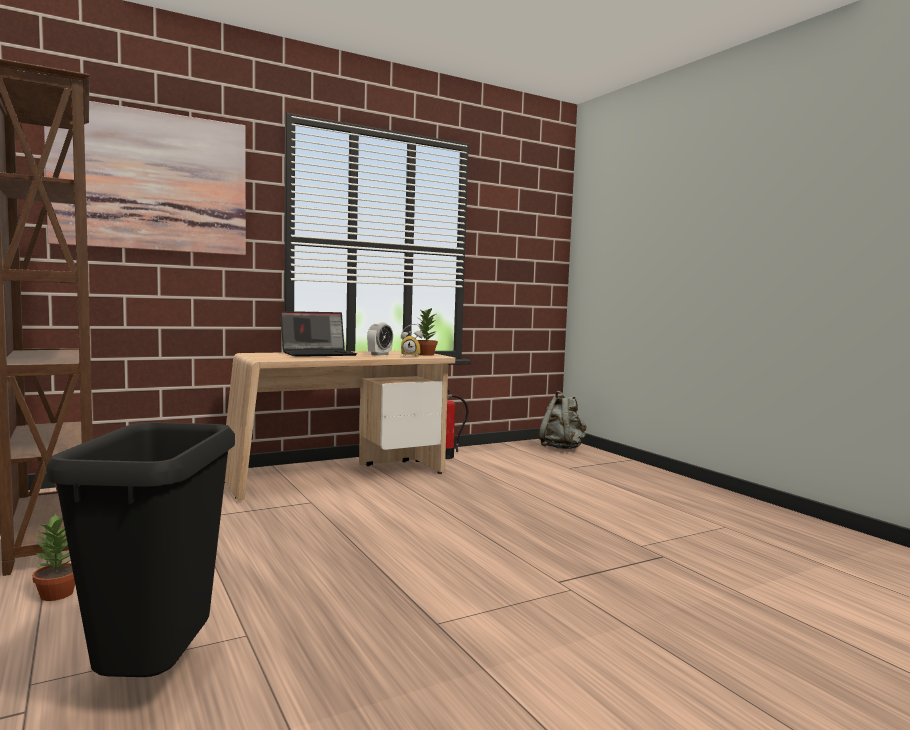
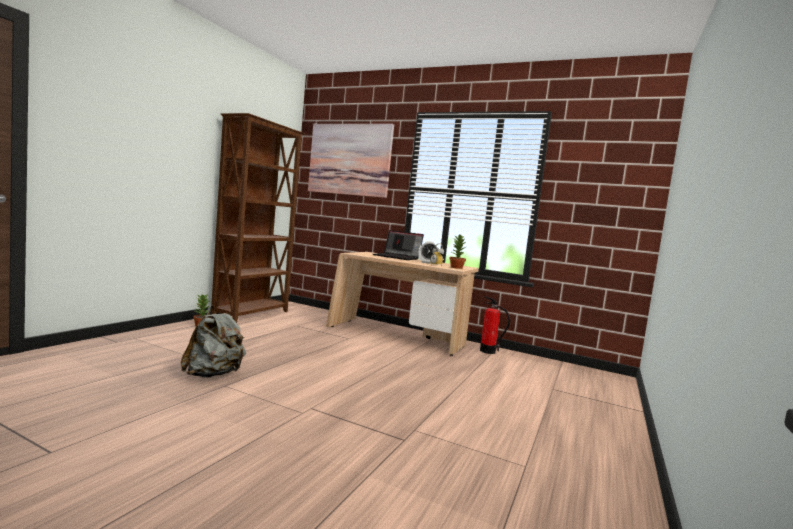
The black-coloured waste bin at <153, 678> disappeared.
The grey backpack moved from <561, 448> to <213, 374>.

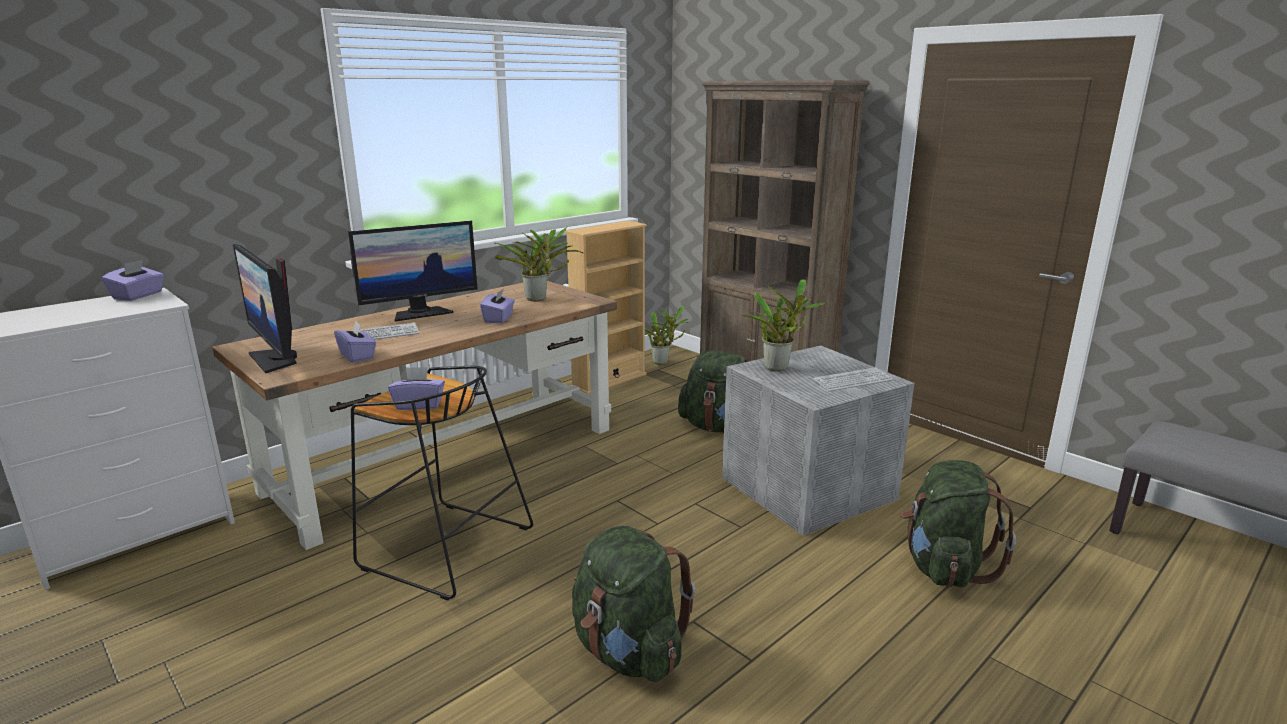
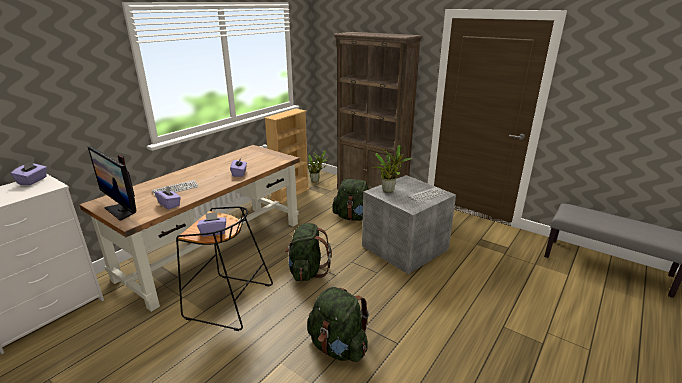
The computer display at <420, 313> disappeared.
The potted plant at <539, 299> disappeared.
The greenish backpack moved from <944, 567> to <307, 271>.

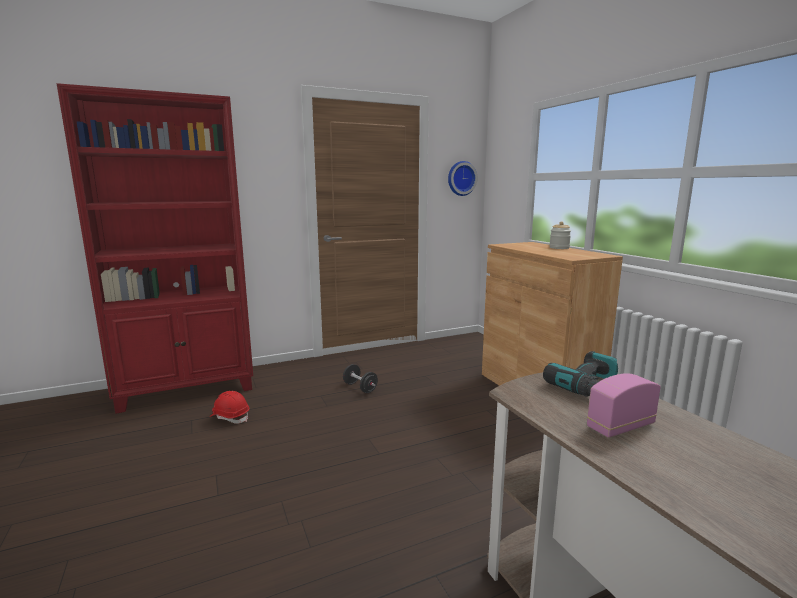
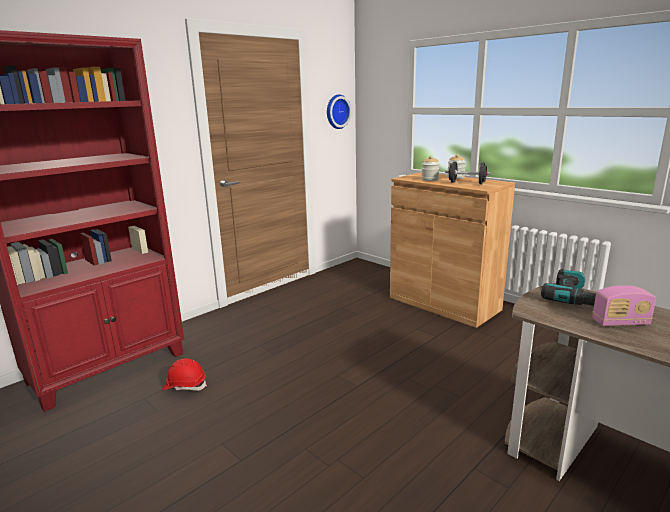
The black-coloured free weight moved from <360, 388> to <467, 183>.
The radio receiver at <620, 426> turned 135 degrees counterclockwise.
The storage jar at <429, 179> appeared.

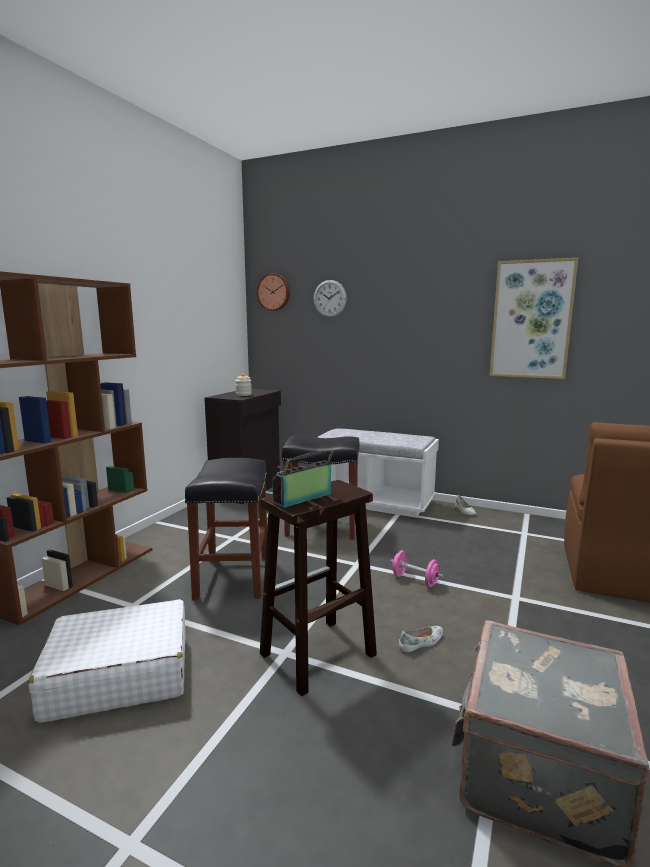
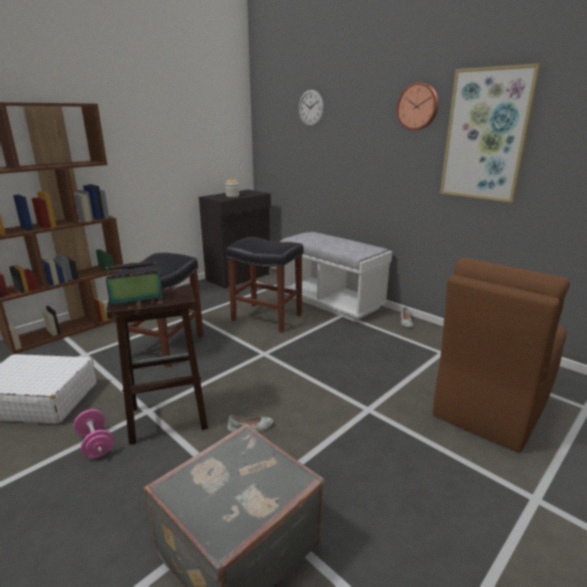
The wall clock moved from <274, 292> to <418, 106>.
The pinkish free weight moved from <415, 580> to <96, 444>.

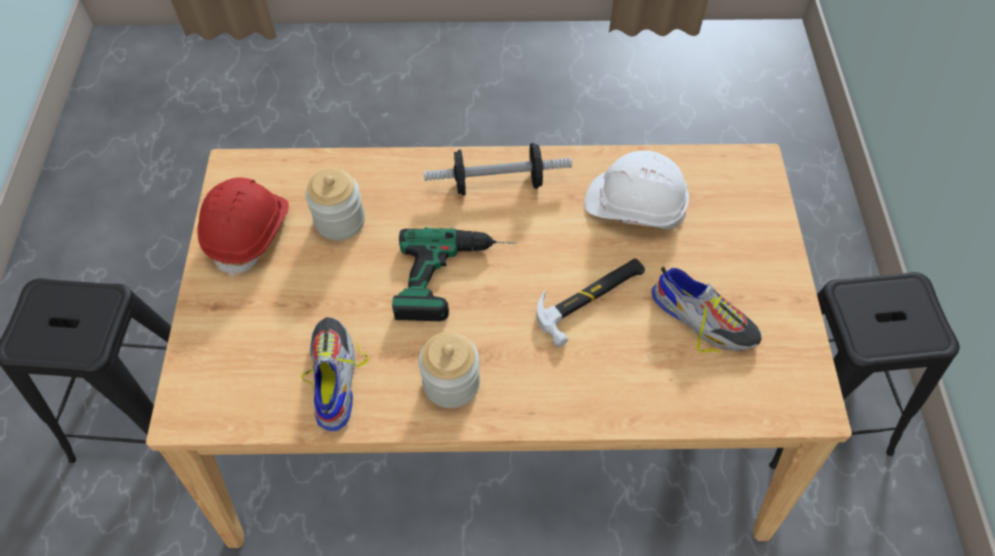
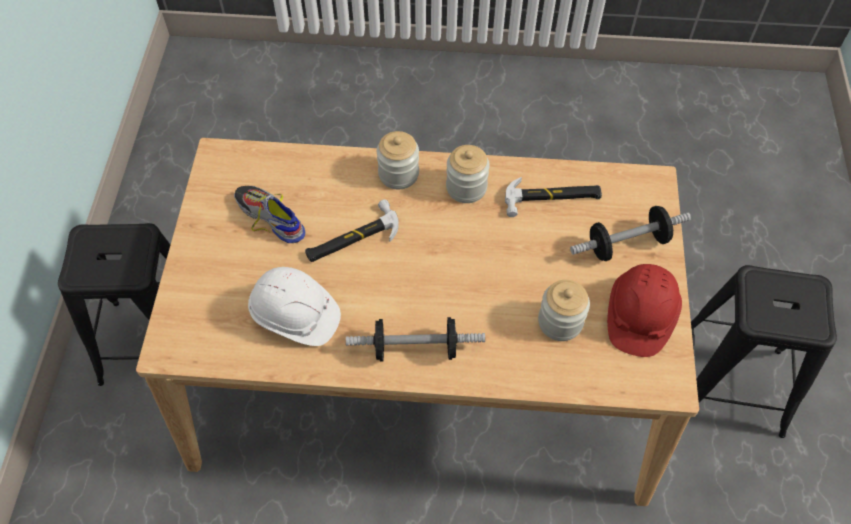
The low shoe at <333, 375> was replaced by the hammer at <552, 198>.
The drill at <455, 278> disappeared.
The storage jar at <398, 174> appeared.
The free weight at <627, 244> appeared.

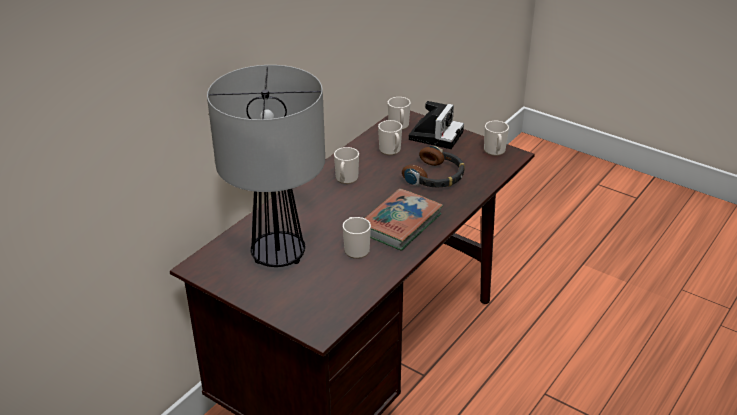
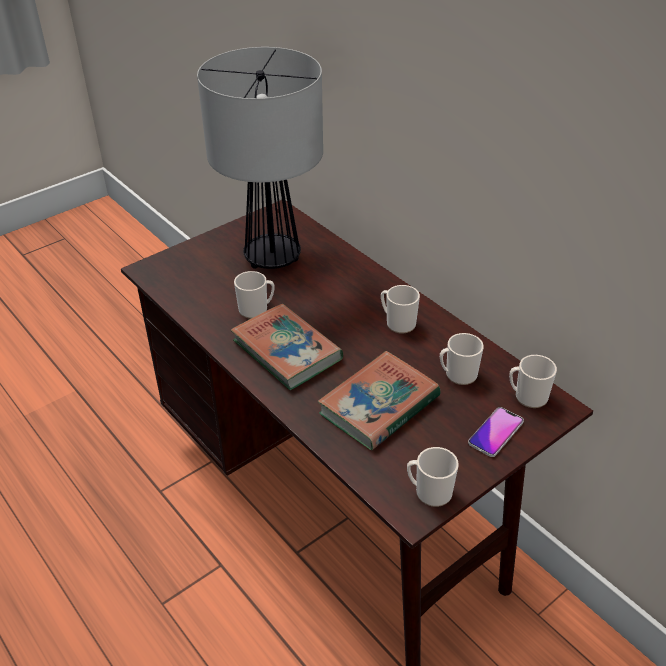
The headset at <435, 176> was replaced by the volume at <379, 405>.
The still camera at <436, 134> was replaced by the handset at <496, 432>.

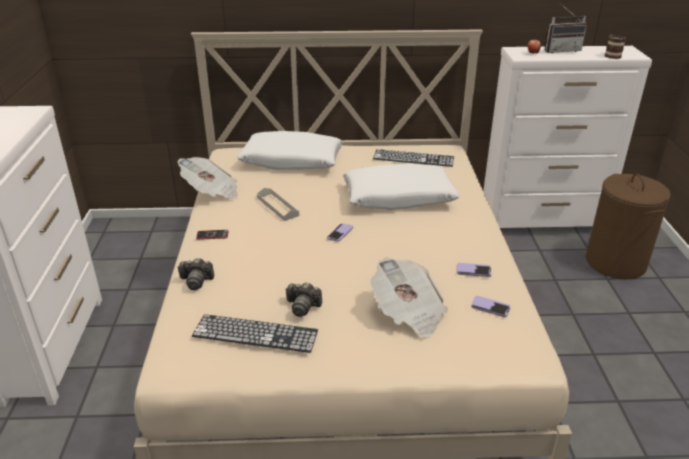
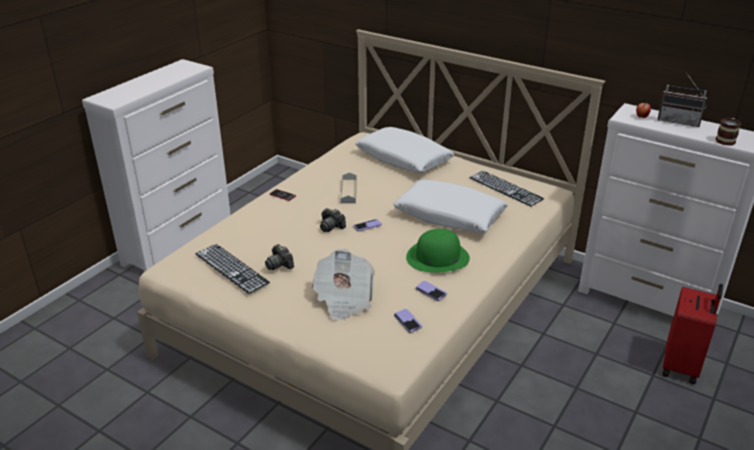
The still camera moved from <196, 281> to <331, 226>.
The newspaper at <212, 192> disappeared.
The brown-coloured washing basket at <615, 263> was replaced by the reddish travel case at <682, 366>.
The greenish hat at <437, 257> appeared.

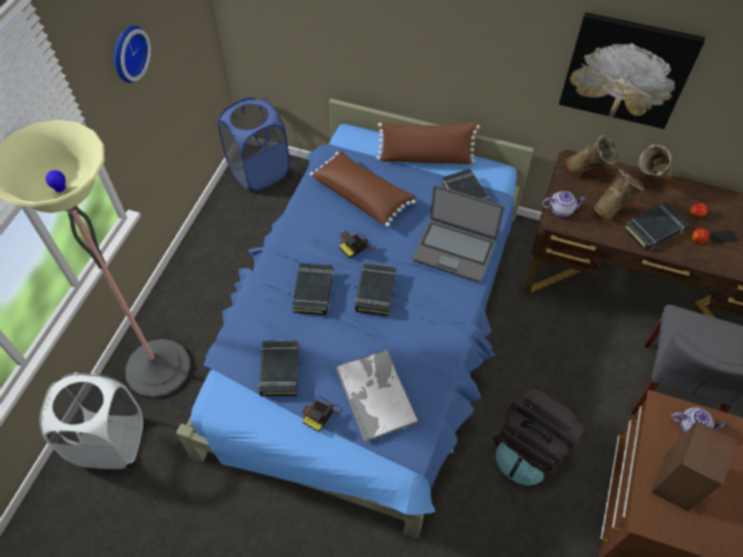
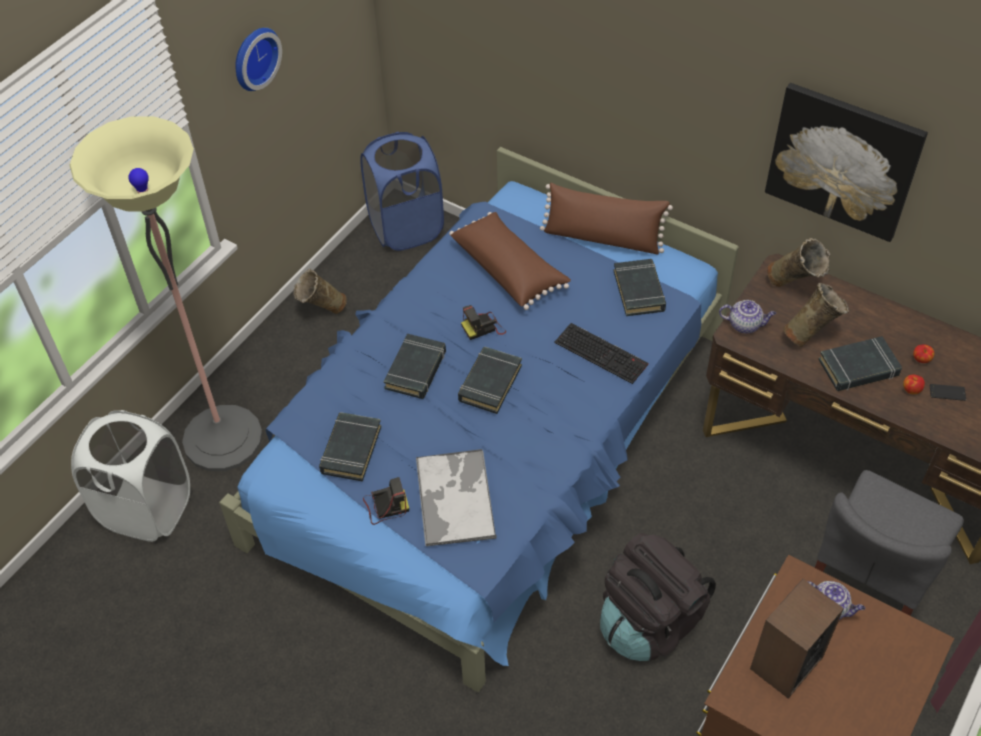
The still camera at <321, 414> turned 150 degrees counterclockwise.
The laptop at <454, 250> was replaced by the computer keyboard at <602, 353>.
The beige vase moved from <649, 183> to <322, 312>.

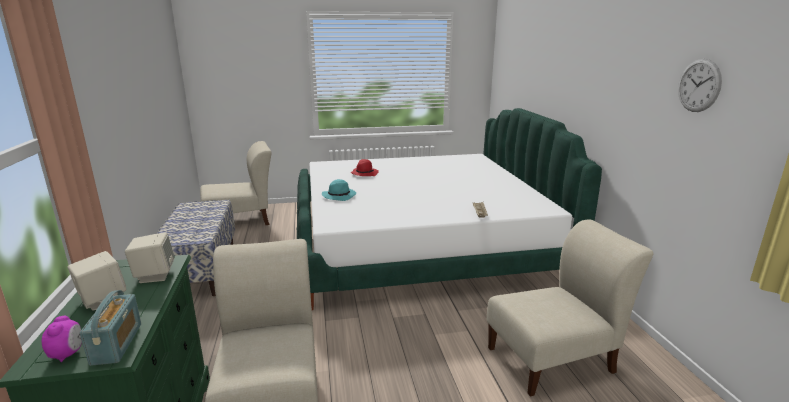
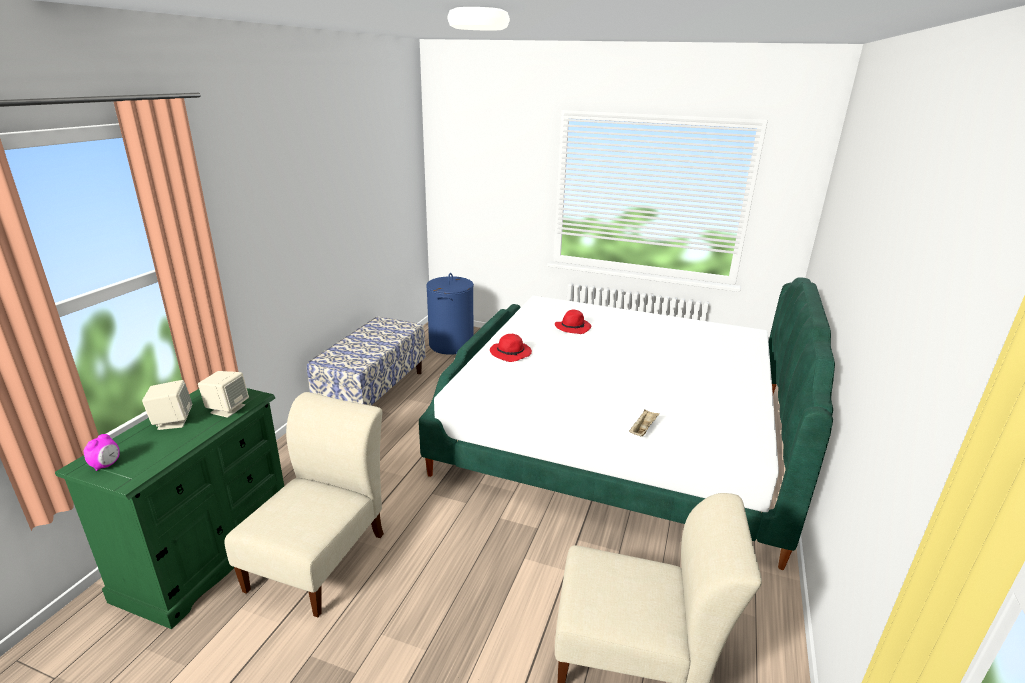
The radio receiver at <117, 344> disappeared.
The beige chair at <241, 221> was replaced by the blue washing basket at <451, 345>.
The turquoise-coloured hat at <339, 196> became the reddish hat at <511, 353>.
The wall clock at <699, 85> disappeared.

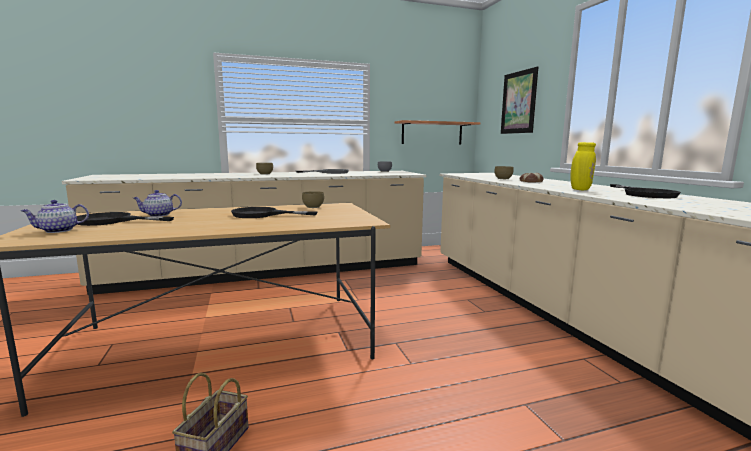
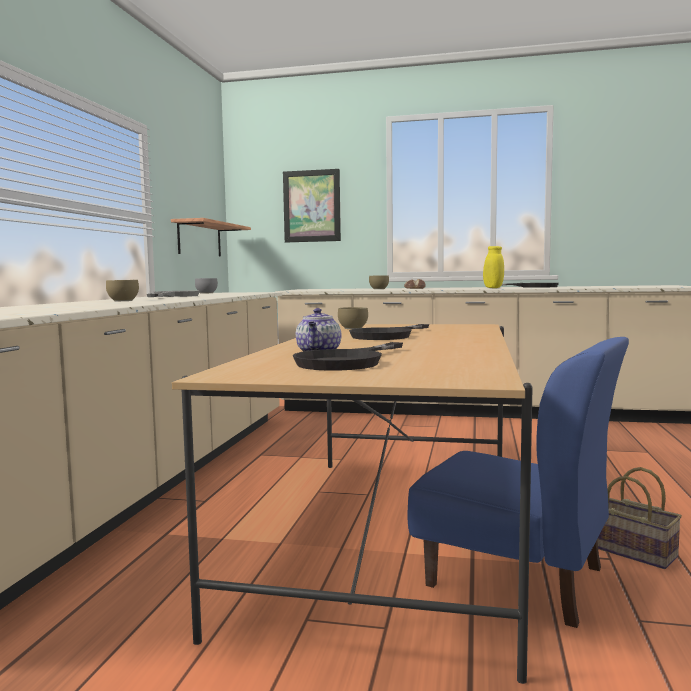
The pot for tea at <57, 231> disappeared.
The blue chair at <516, 577> appeared.

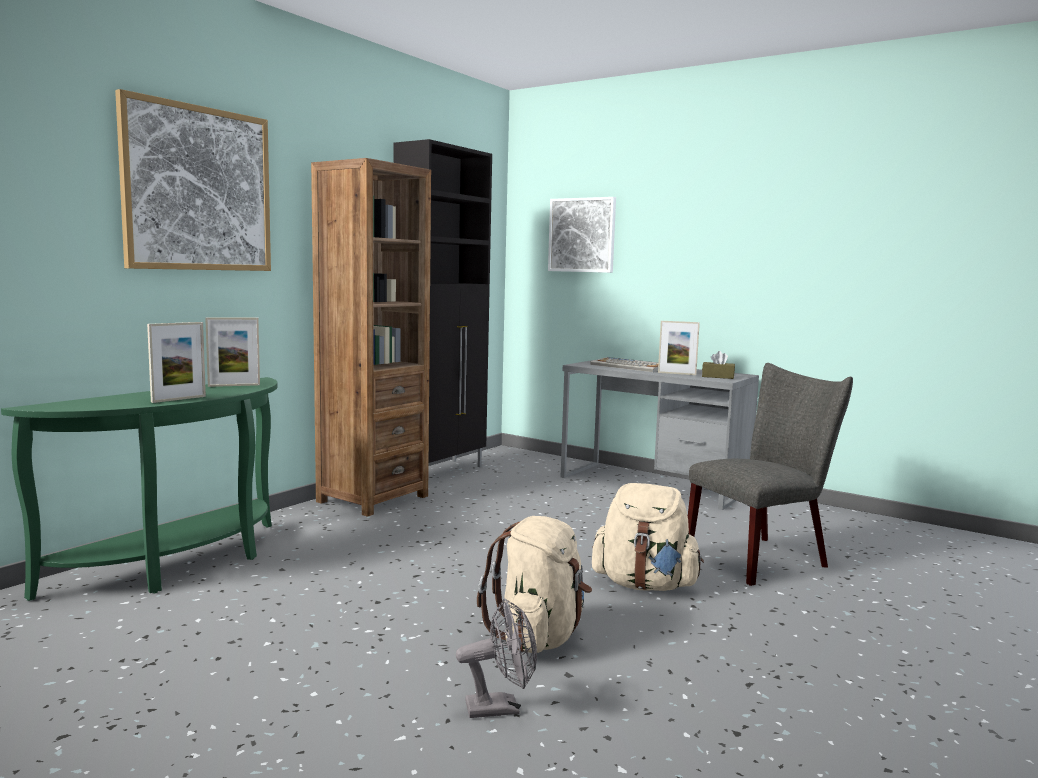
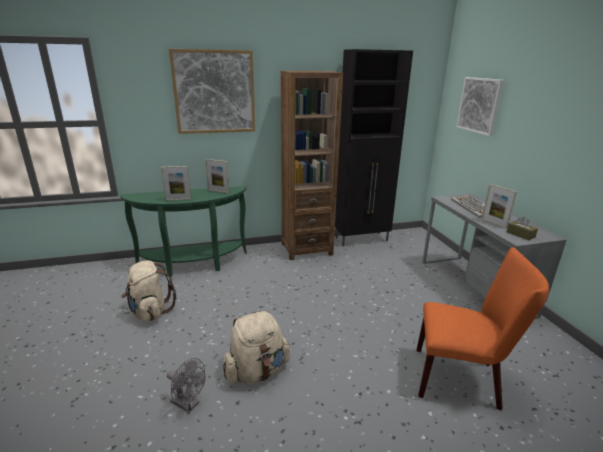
The beige backpack moved from <645, 585> to <150, 311>.
The grey chair at <763, 558> became the orangey chair at <462, 379>.

